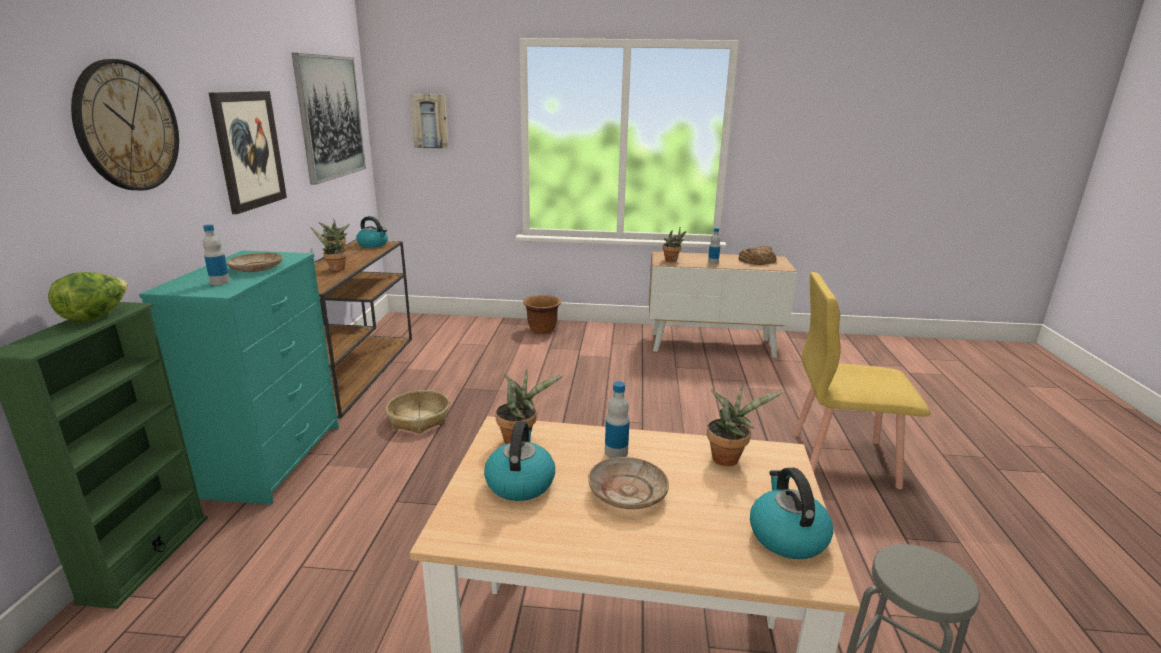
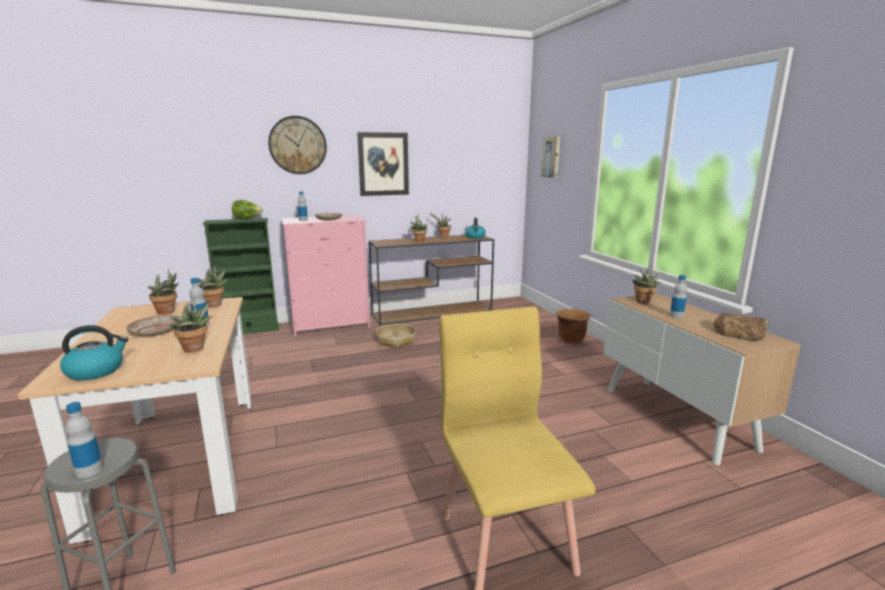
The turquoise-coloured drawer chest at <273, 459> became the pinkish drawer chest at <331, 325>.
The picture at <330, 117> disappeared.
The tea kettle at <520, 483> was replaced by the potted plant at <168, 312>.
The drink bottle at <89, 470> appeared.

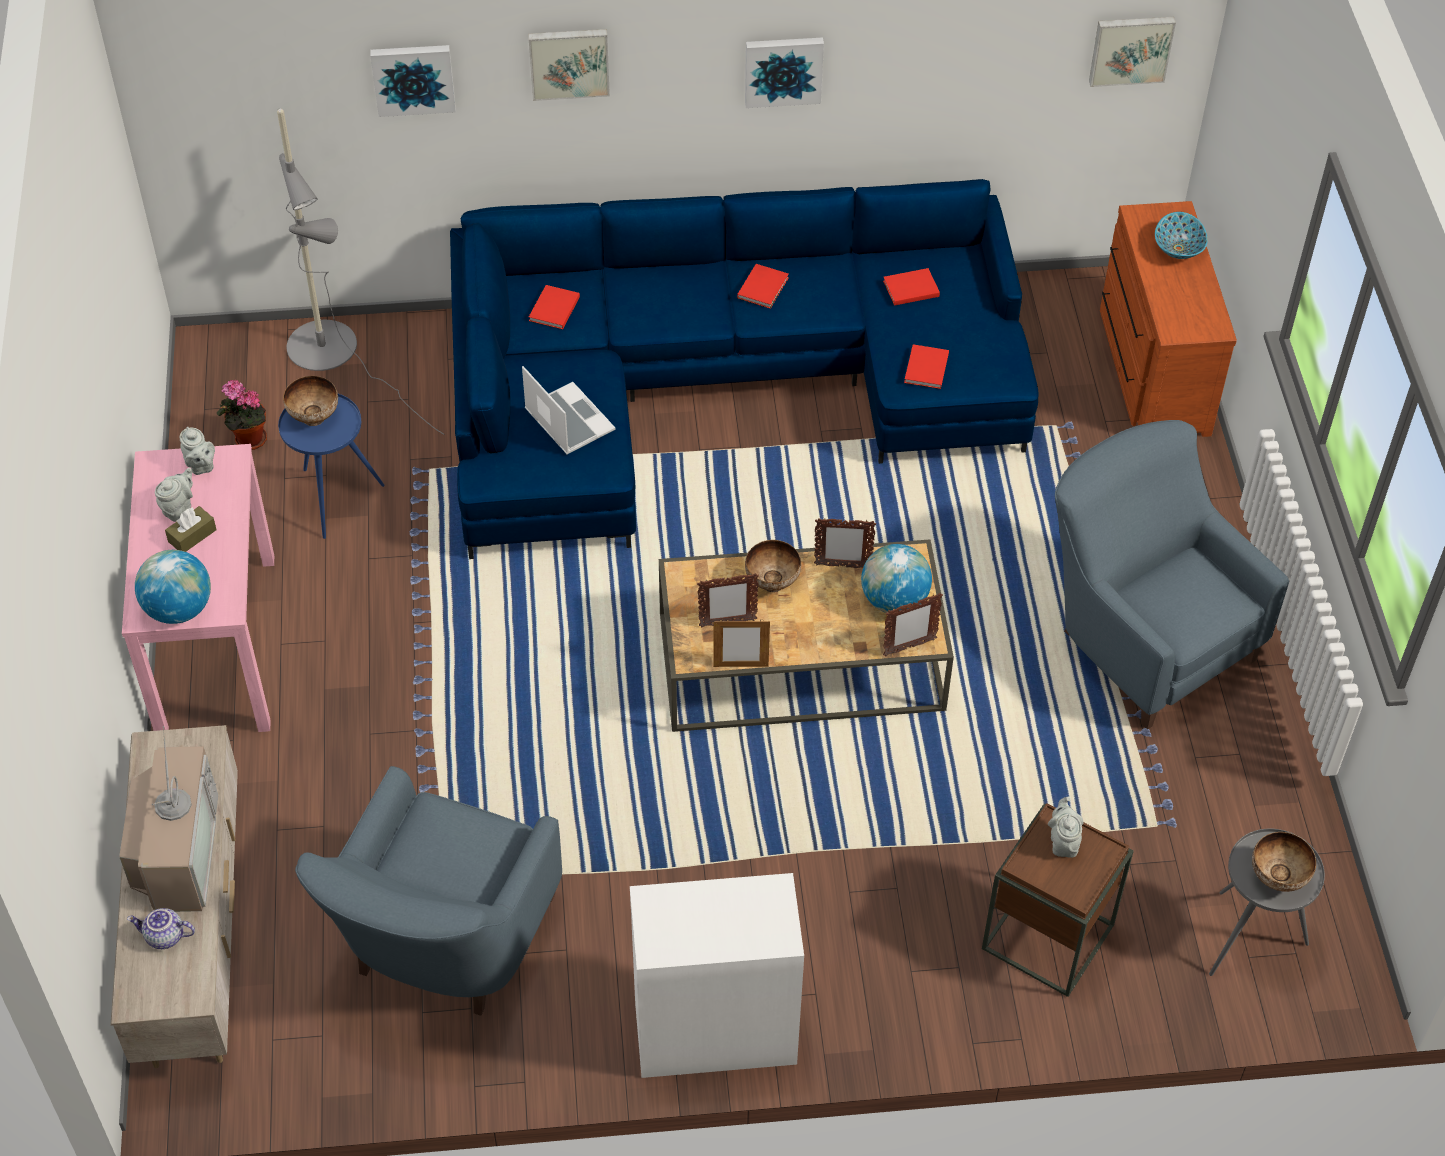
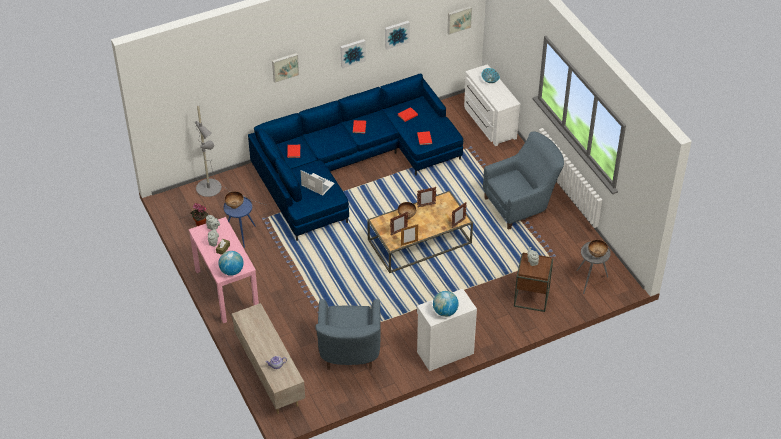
The television at <177, 850> disappeared.
The picture moved from <413, 78> to <396, 34>.
The globe moved from <894, 600> to <445, 312>.
The blue easy chair at <1142, 636> turned 120 degrees clockwise.
The brown-coloured drawer chest at <1150, 369> became the white-coloured drawer chest at <488, 123>.

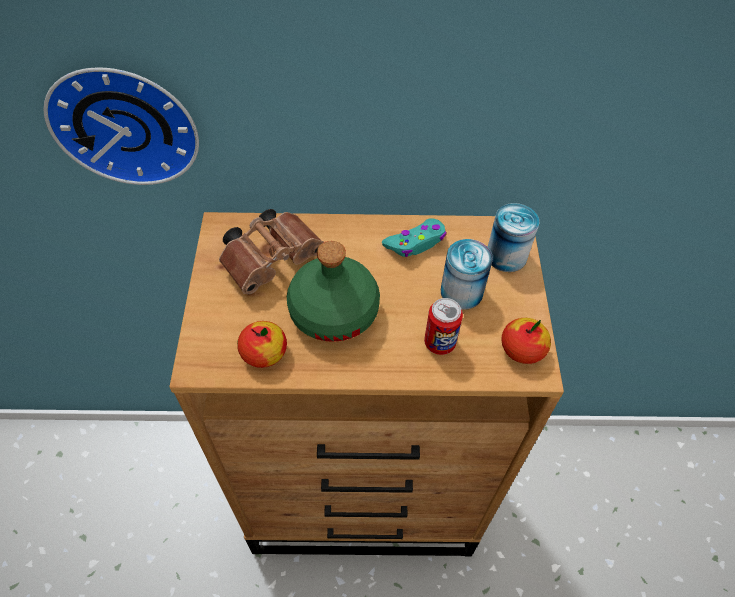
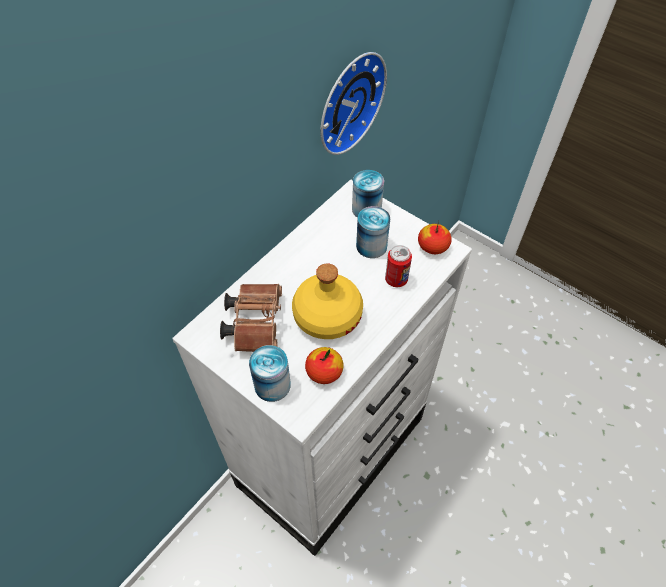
The wall clock moved from <126, 122> to <347, 101>.
The brown-coloured drawer chest at <365, 491> became the white-coloured drawer chest at <333, 450>.
The greenish drink bottle at <334, 311> became the yellow drink bottle at <326, 315>.
The turquoise-coloured game controller at <416, 243> disappeared.
The can at <272, 385> appeared.

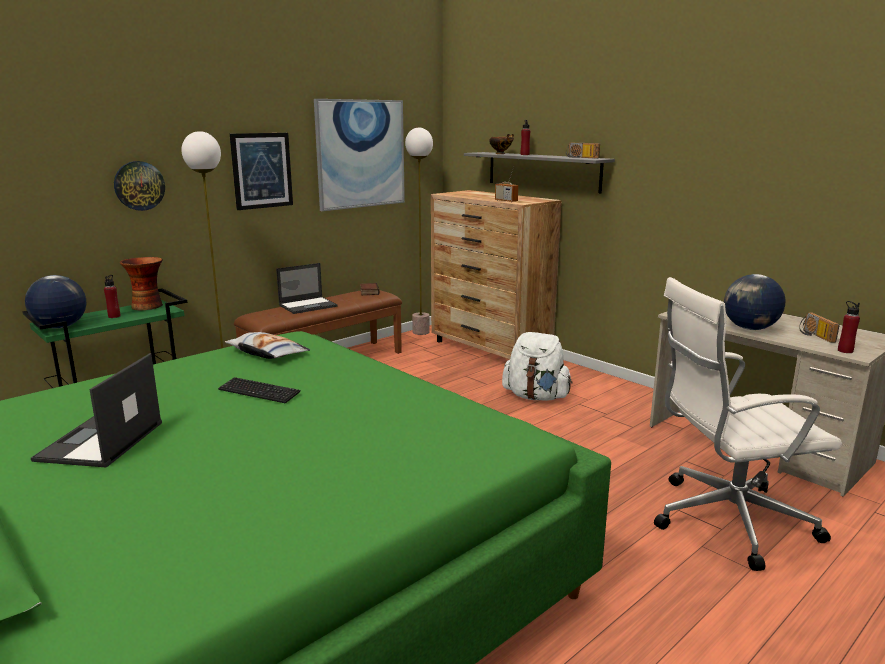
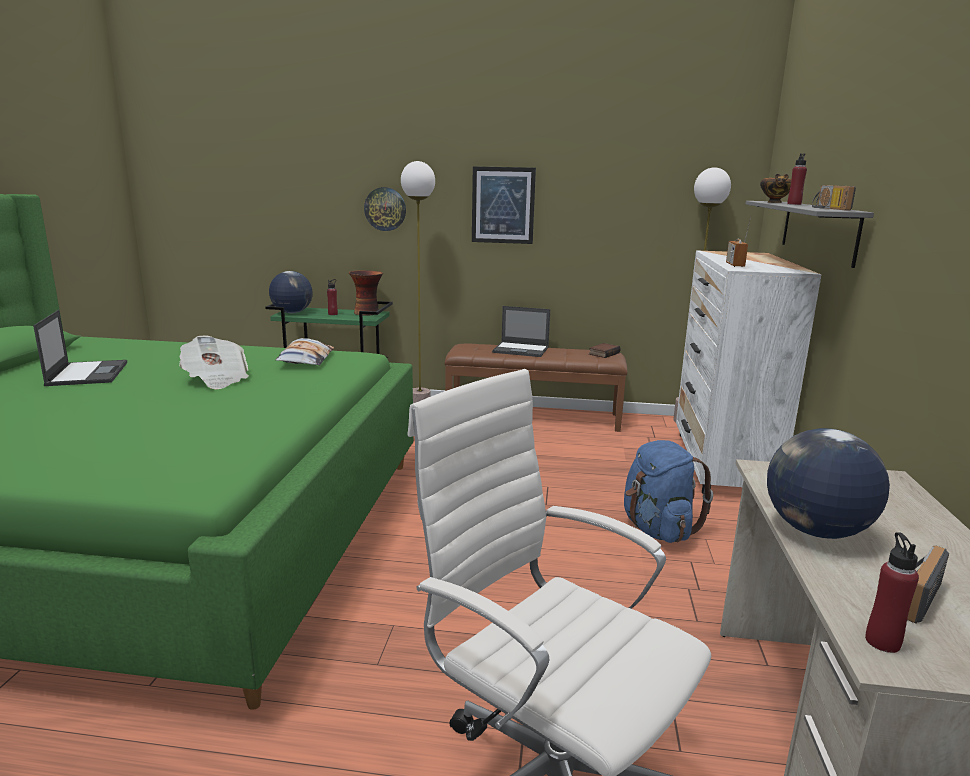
The laptop at <100, 442> turned 105 degrees clockwise.
The computer keyboard at <259, 392> was replaced by the newspaper at <216, 379>.
The picture at <361, 154> disappeared.
The brown-coloured drawer chest at <490, 349> became the white-coloured drawer chest at <721, 464>.
The white-coloured backpack at <536, 396> became the blue backpack at <657, 529>.

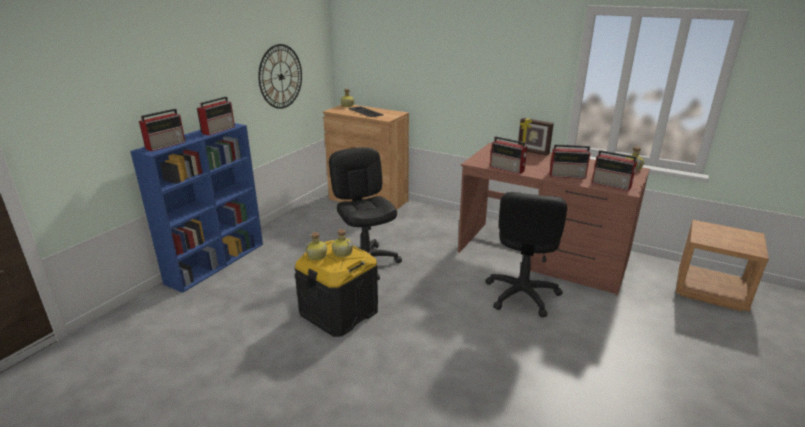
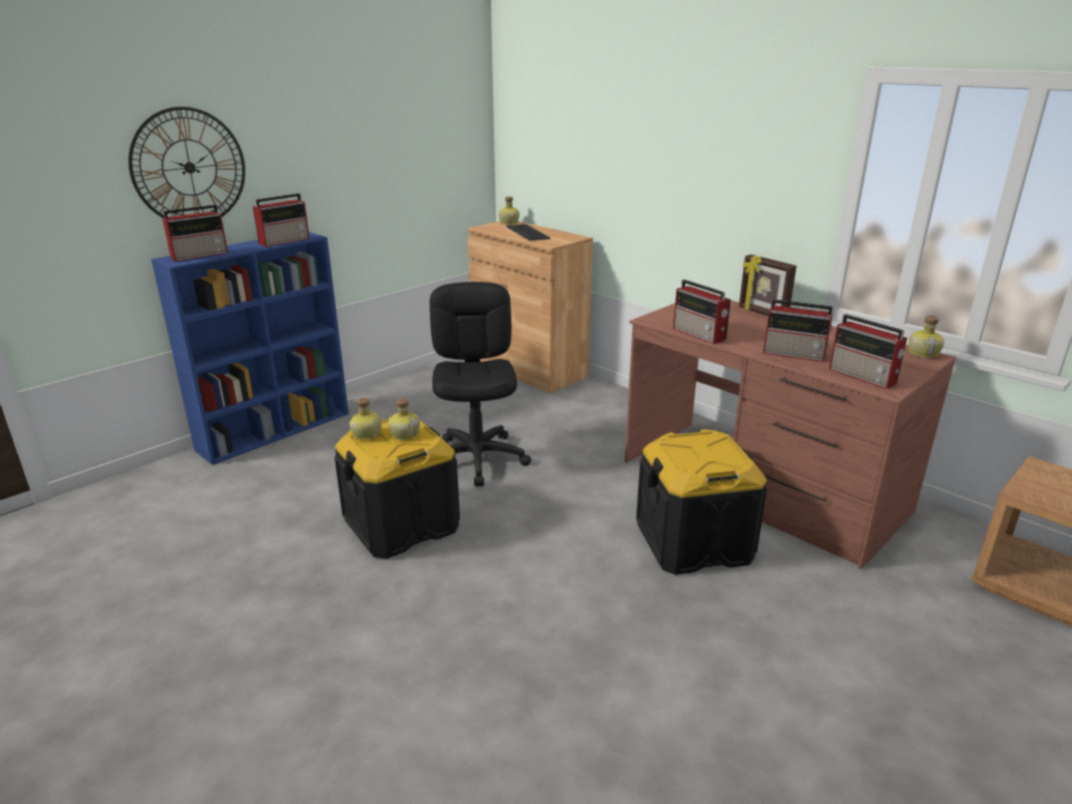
The wall clock moved from <281, 76> to <189, 167>.
The black-coloured desk chair at <521, 295> was replaced by the black-coloured storage box at <693, 542>.

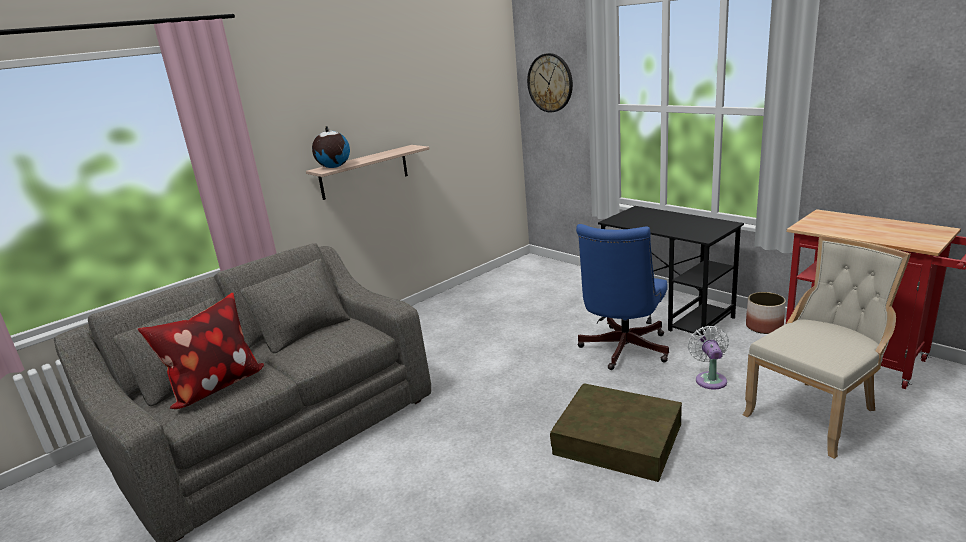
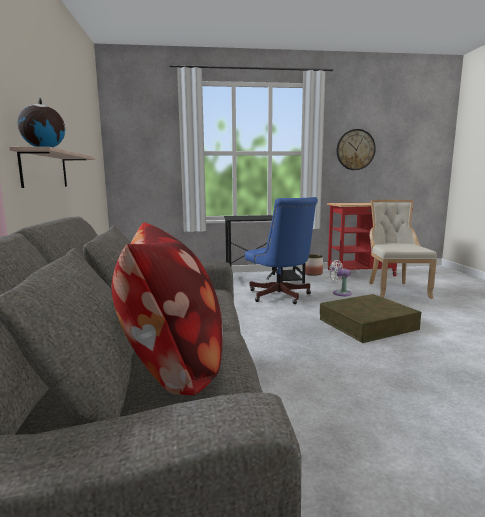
The wall clock moved from <550, 83> to <355, 149>.

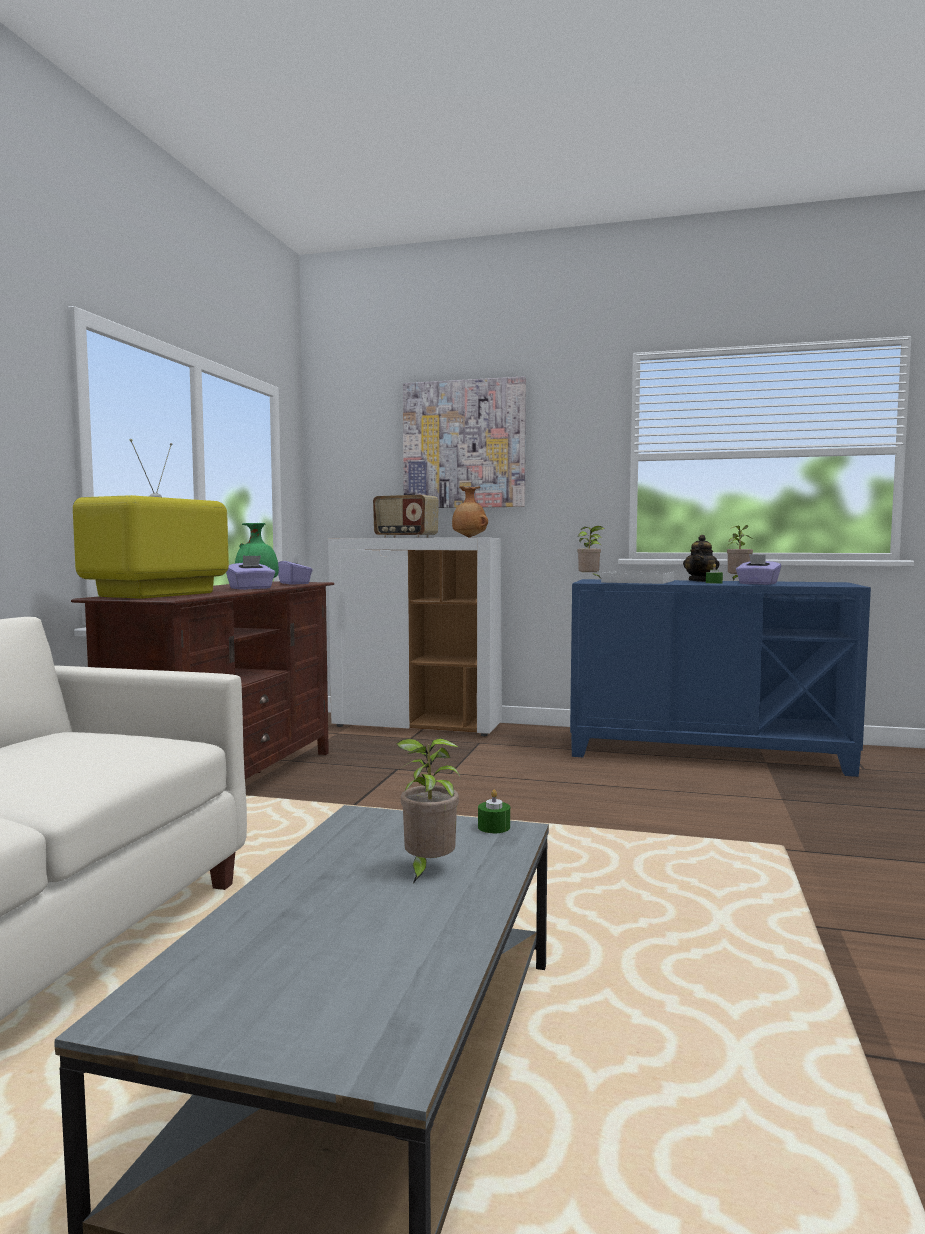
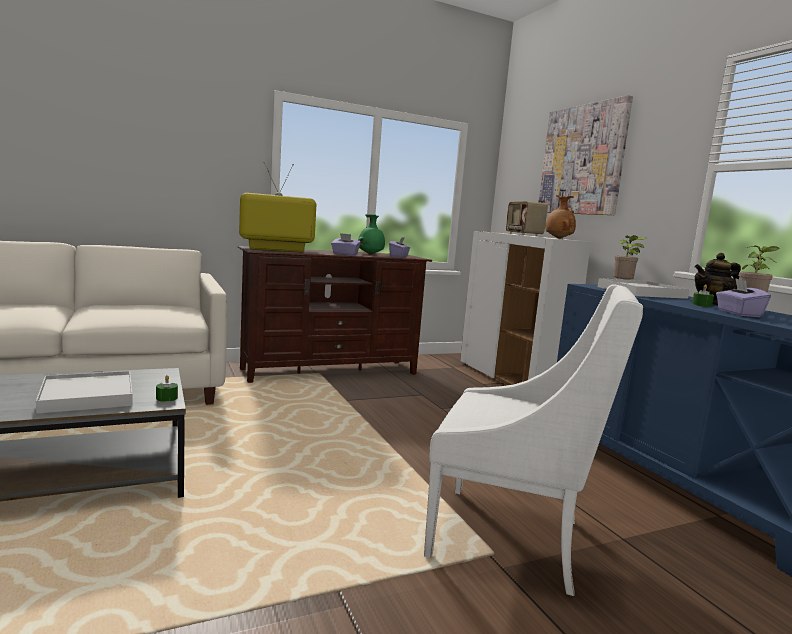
The potted plant at <427, 870> was replaced by the white-coloured serving tray at <87, 396>.
The white-coloured easy chair at <512, 538> appeared.

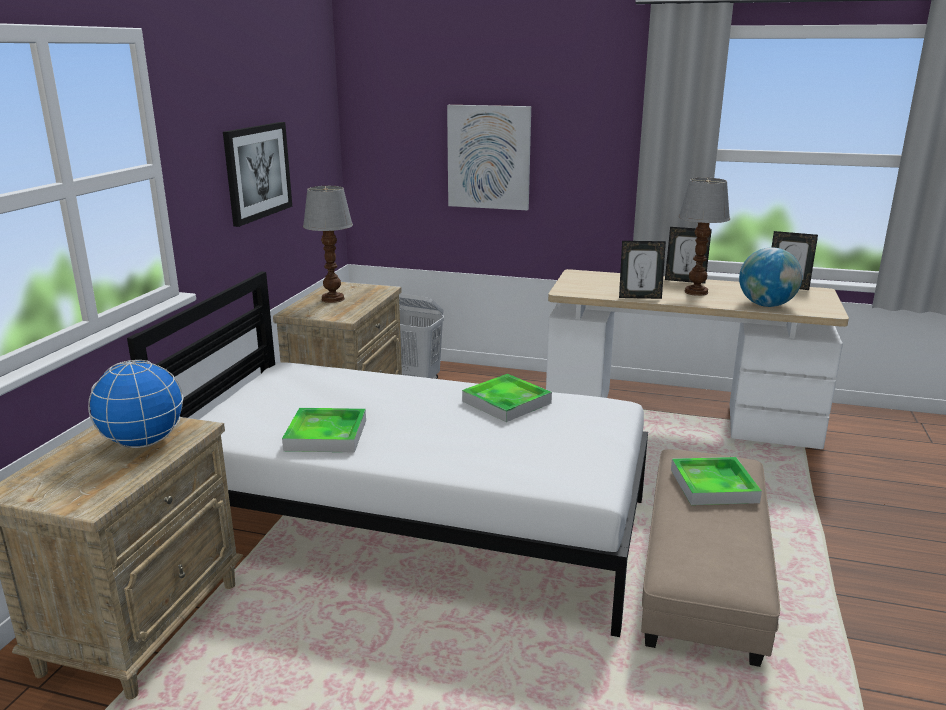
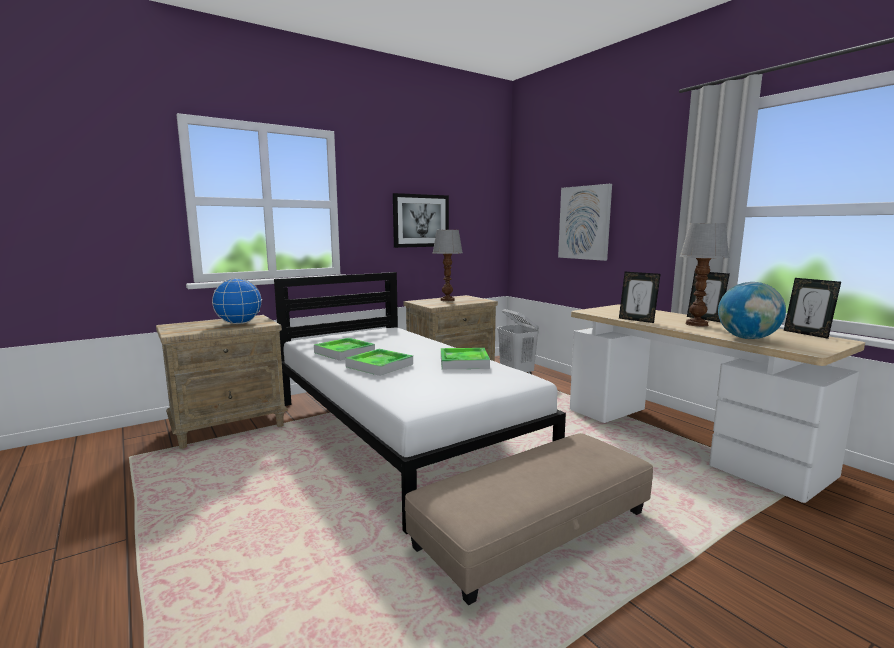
The serving tray moved from <713, 486> to <379, 365>.

